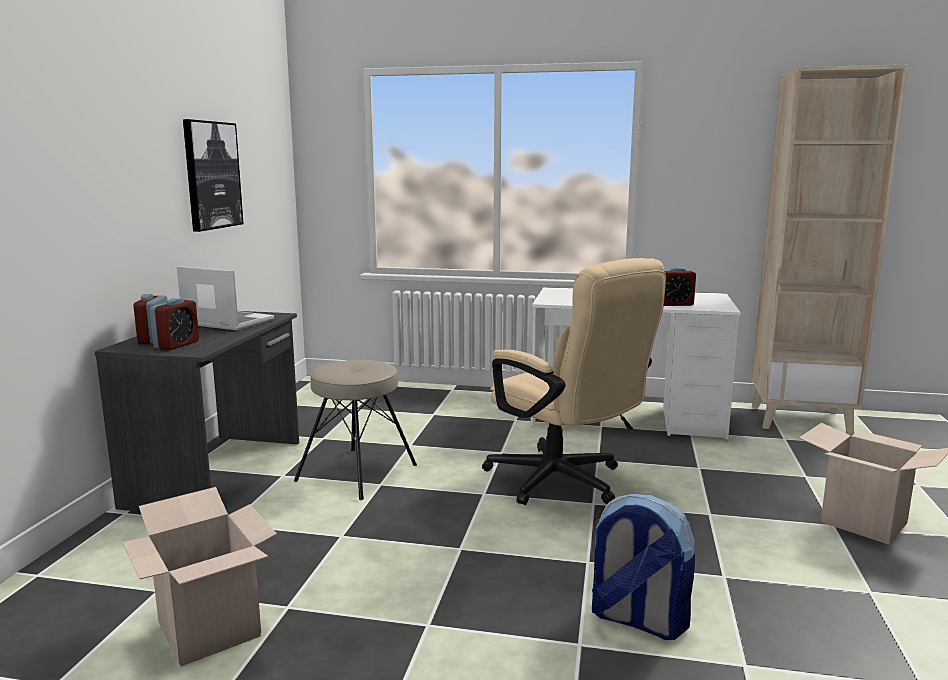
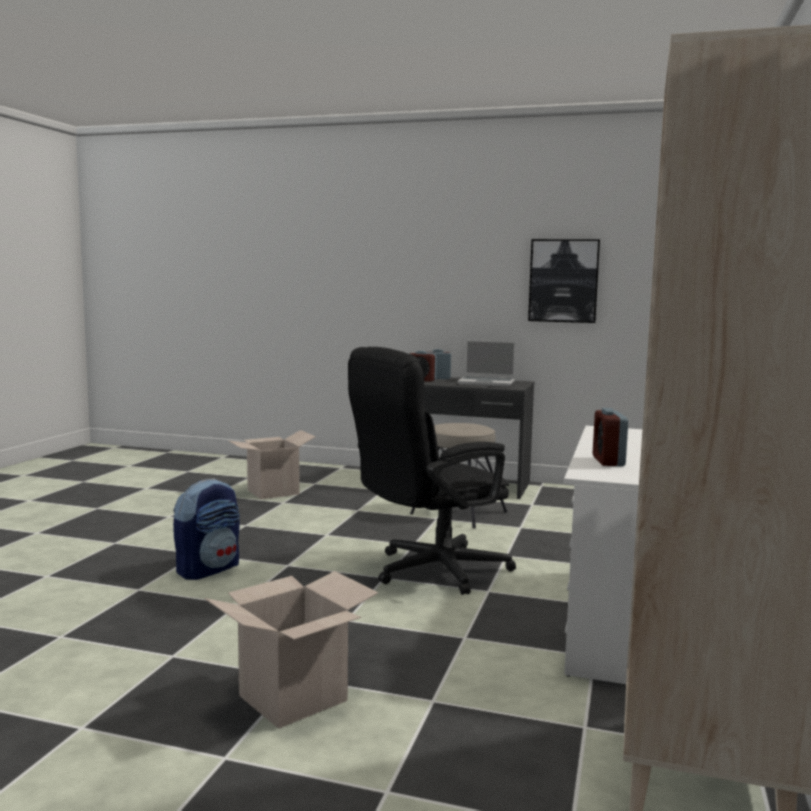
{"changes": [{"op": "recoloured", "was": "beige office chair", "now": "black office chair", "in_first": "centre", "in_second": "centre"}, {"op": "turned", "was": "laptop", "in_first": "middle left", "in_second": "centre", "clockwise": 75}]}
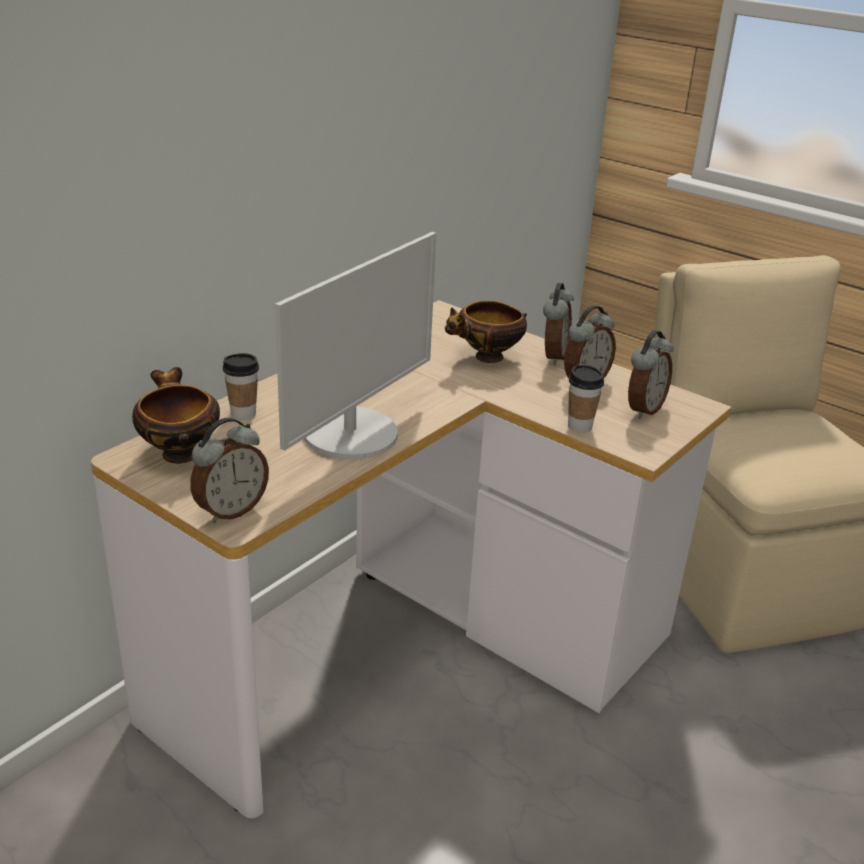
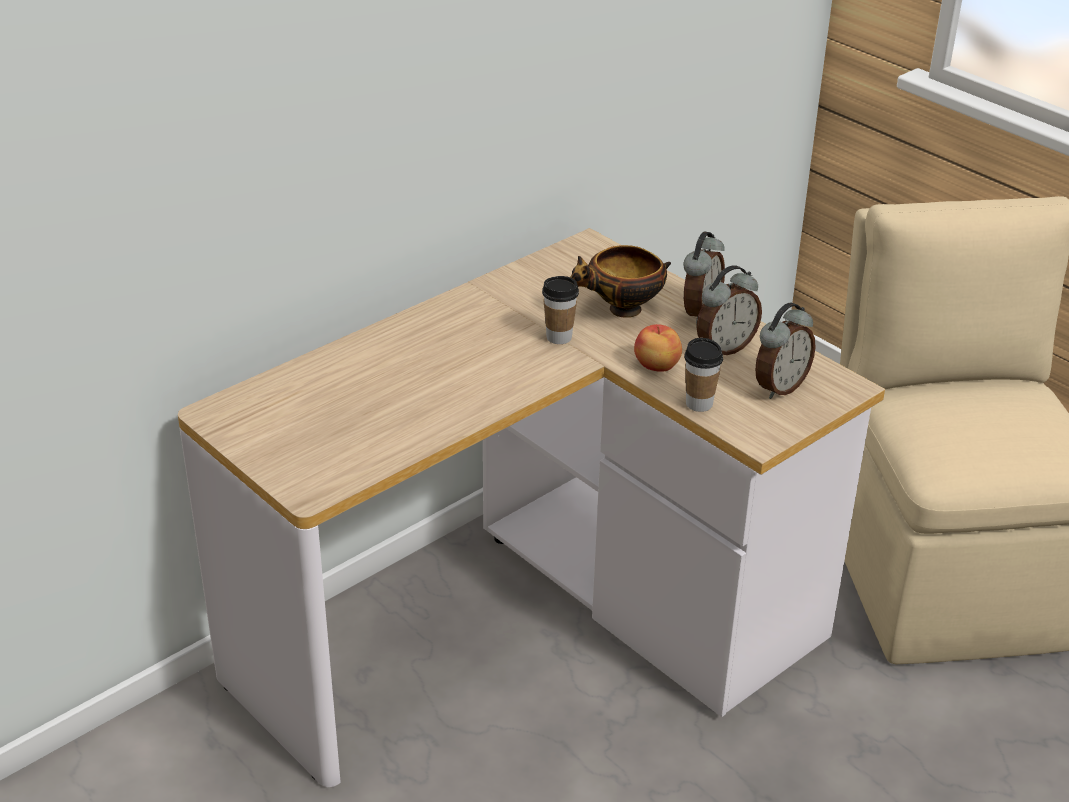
{"changes": [{"op": "moved", "was": "cup (1st from left)", "in_first": "middle left", "in_second": "centre"}, {"op": "added", "now": "apple", "in_second": "centre"}, {"op": "removed", "was": "bowl (1st from left)", "in_first": "middle left"}, {"op": "removed", "was": "alarm clock (1st from left)", "in_first": "middle left"}, {"op": "removed", "was": "monitor", "in_first": "centre"}]}
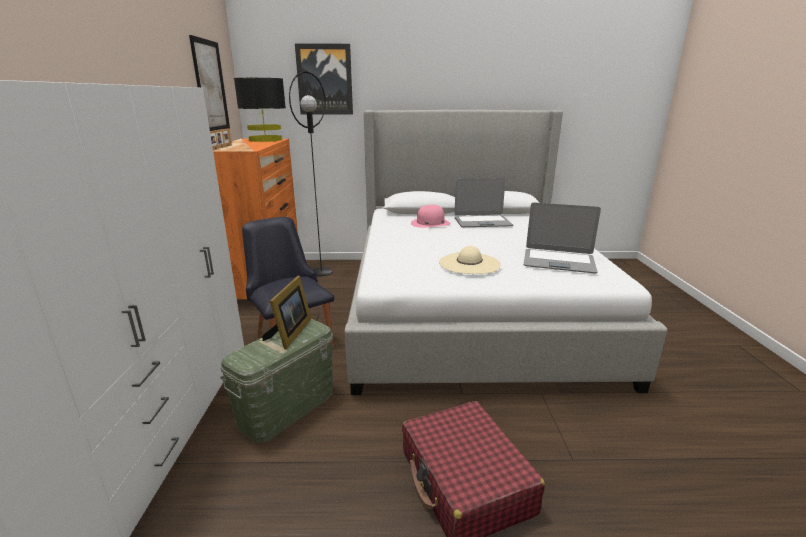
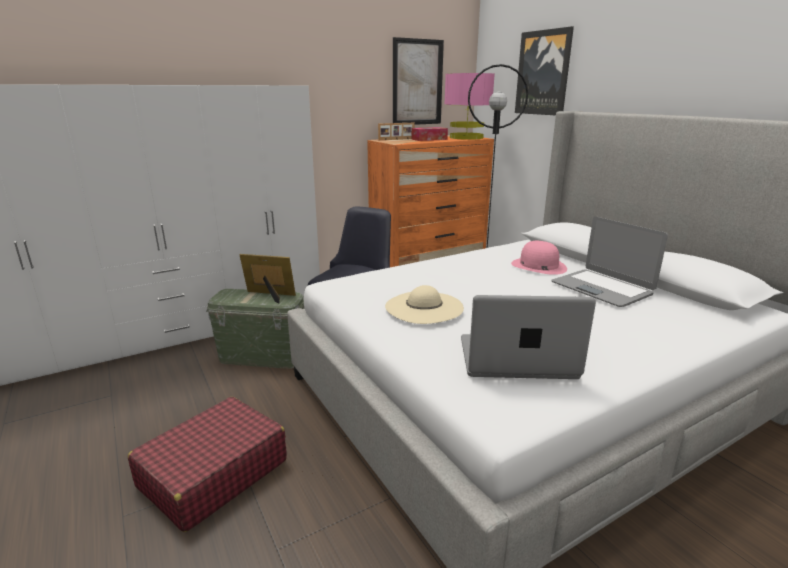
{"changes": [{"op": "turned", "was": "picture frame (2nd from left in the first image)", "in_first": "centre", "in_second": "centre", "clockwise": -150}, {"op": "added", "now": "tissue box", "in_second": "top centre"}, {"op": "recoloured", "was": "black table lamp", "now": "pink table lamp", "in_first": "top left", "in_second": "top centre"}, {"op": "turned", "was": "laptop (2nd from left in the first image)", "in_first": "middle right", "in_second": "middle right", "clockwise": 105}]}
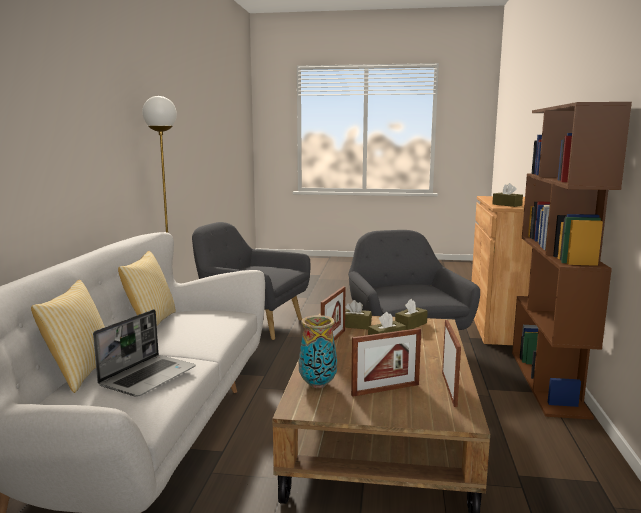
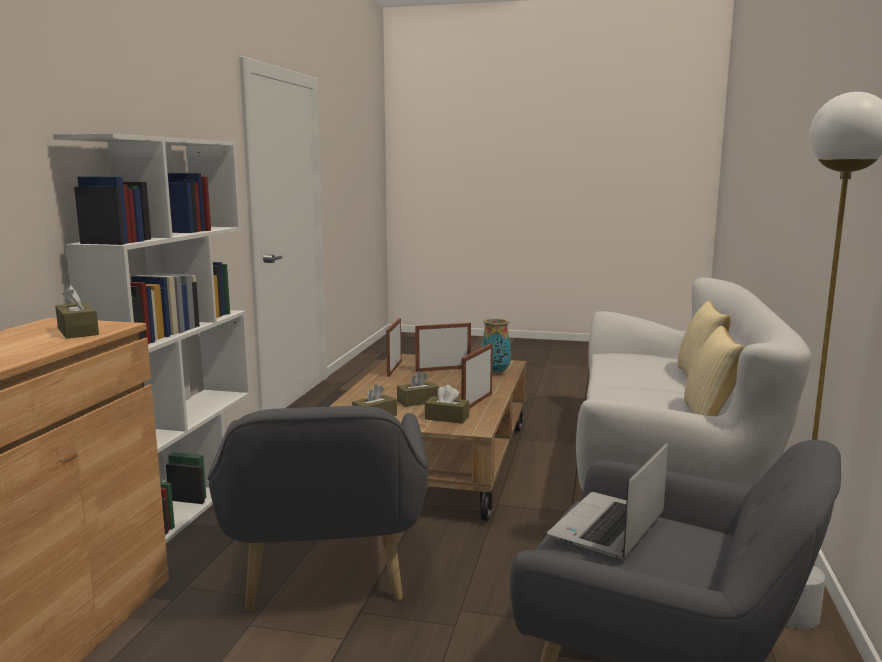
{"changes": [{"op": "recoloured", "was": "brown bookcase", "now": "white bookcase", "in_first": "middle right", "in_second": "middle left"}, {"op": "moved", "was": "laptop", "in_first": "bottom left", "in_second": "bottom right"}]}
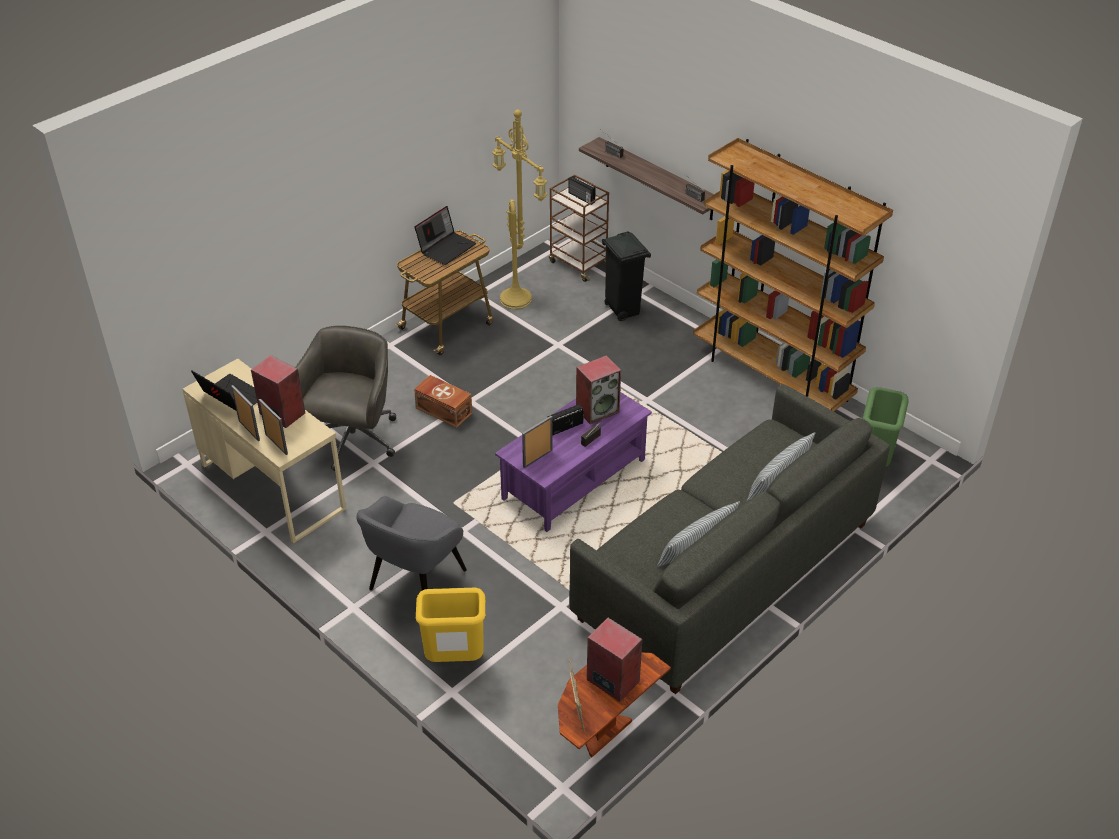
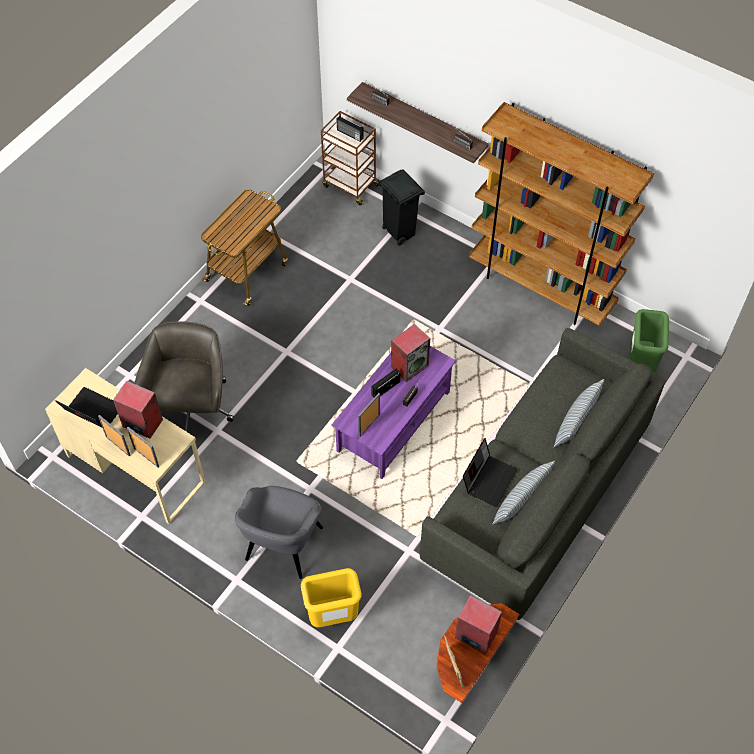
{"changes": [{"op": "moved", "was": "laptop (2nd from left)", "in_first": "top centre", "in_second": "centre"}, {"op": "removed", "was": "brown storage box", "in_first": "centre"}, {"op": "removed", "was": "yellow floor lamp", "in_first": "top centre"}]}
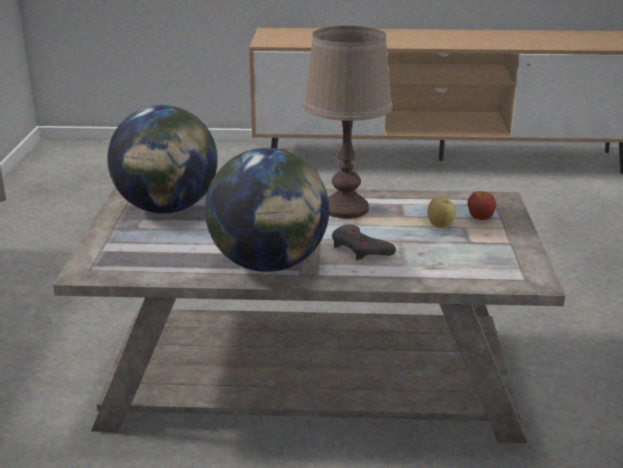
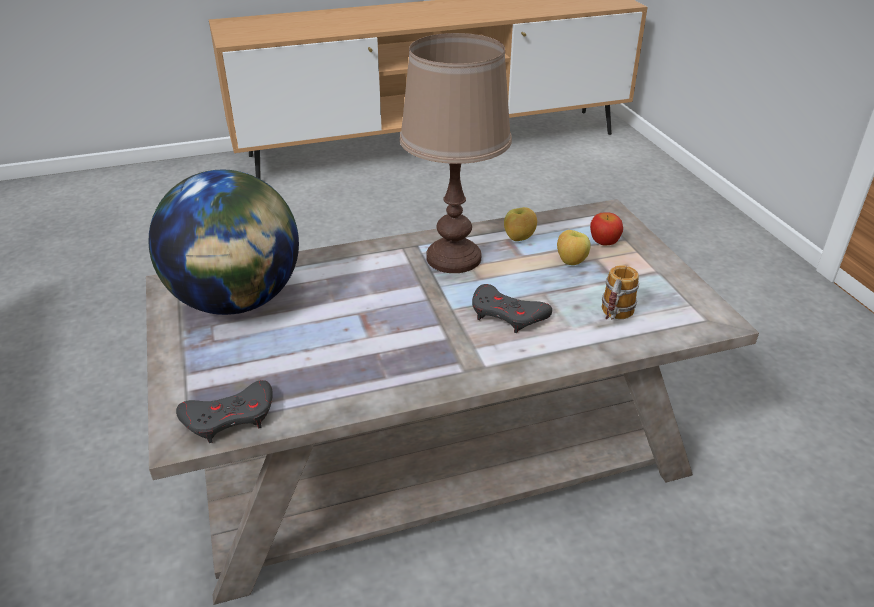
{"changes": [{"op": "added", "now": "grey game controller (1st from left)", "in_second": "bottom left"}, {"op": "added", "now": "apple (1st from left)", "in_second": "centre"}, {"op": "added", "now": "mug", "in_second": "middle right"}, {"op": "removed", "was": "globe (2nd from left)", "in_first": "centre"}]}
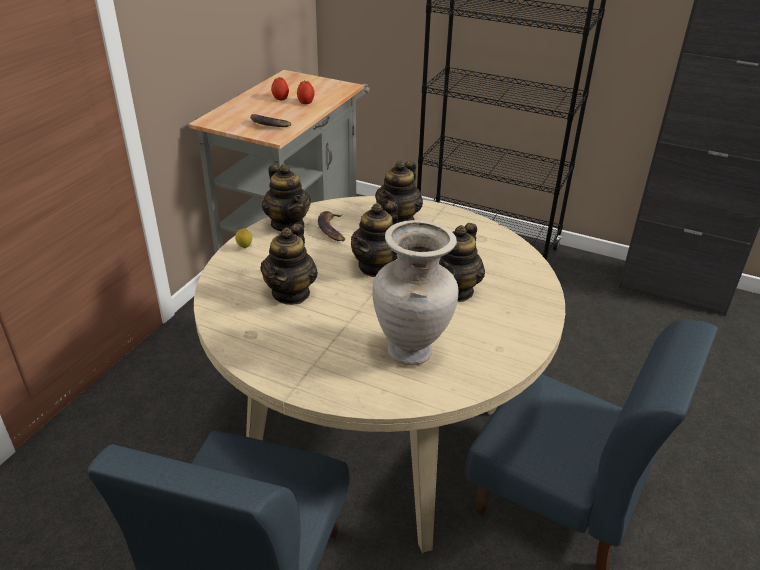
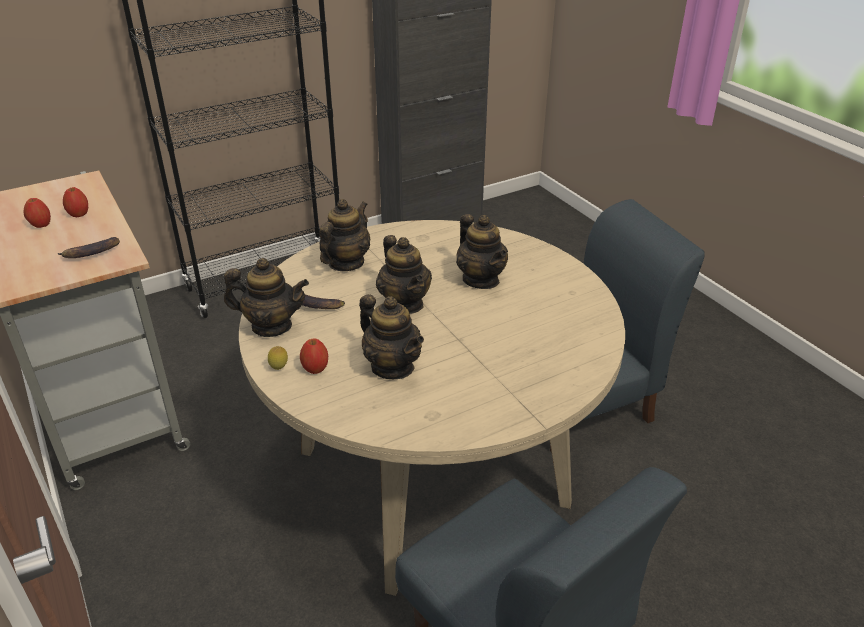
{"changes": [{"op": "added", "now": "apple (3rd from left)", "in_second": "centre"}, {"op": "turned", "was": "teapot (4th from left in the first image)", "in_first": "centre", "in_second": "centre", "clockwise": -120}, {"op": "removed", "was": "beige vase", "in_first": "centre"}]}
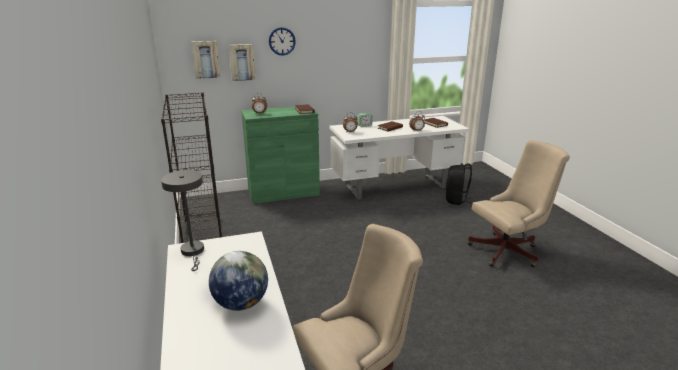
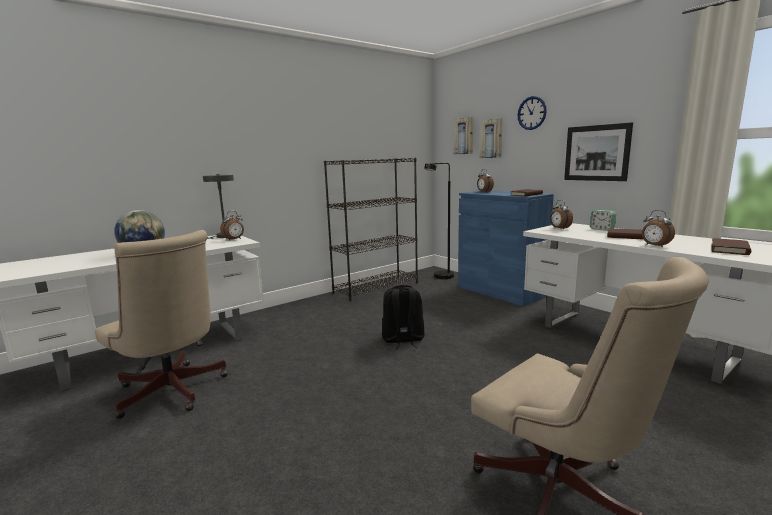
{"changes": [{"op": "added", "now": "alarm clock (1st from left)", "in_second": "middle left"}, {"op": "moved", "was": "black backpack", "in_first": "middle right", "in_second": "centre"}, {"op": "added", "now": "black floor lamp", "in_second": "centre"}, {"op": "recoloured", "was": "green cabinet", "now": "blue cabinet", "in_first": "centre", "in_second": "centre"}, {"op": "added", "now": "picture (3rd from left)", "in_second": "top right"}]}
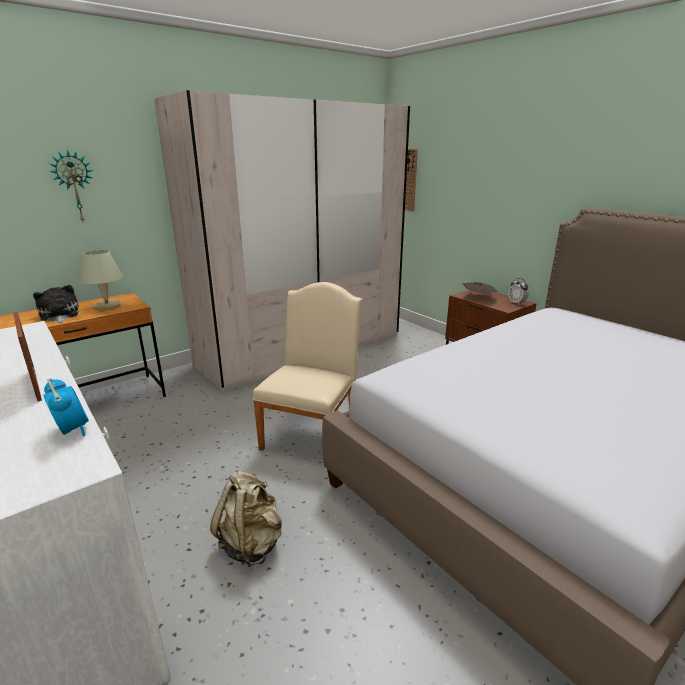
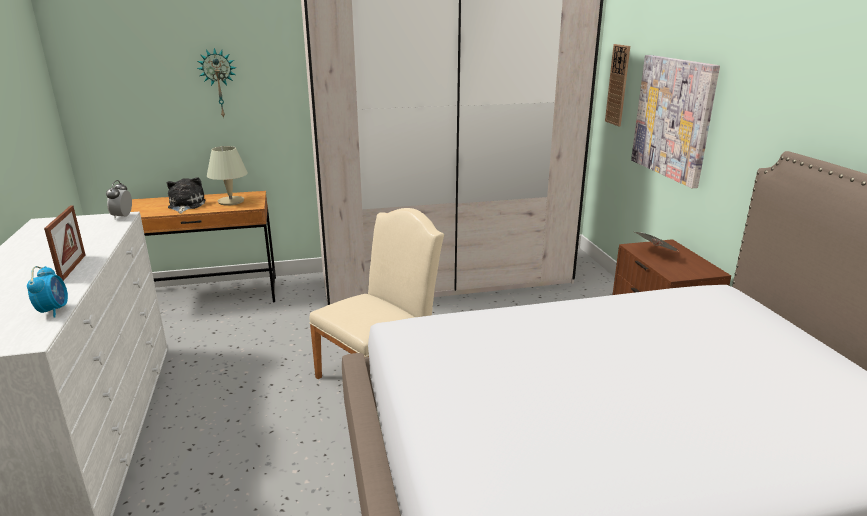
{"changes": [{"op": "moved", "was": "alarm clock (2nd from left)", "in_first": "middle right", "in_second": "middle left"}, {"op": "added", "now": "picture", "in_second": "top right"}, {"op": "removed", "was": "beige backpack", "in_first": "bottom centre"}]}
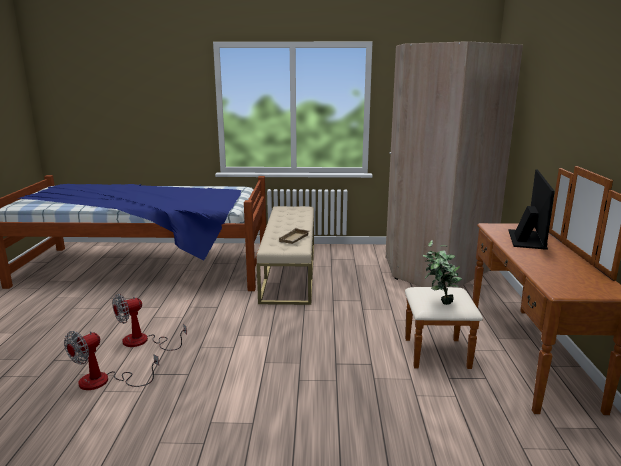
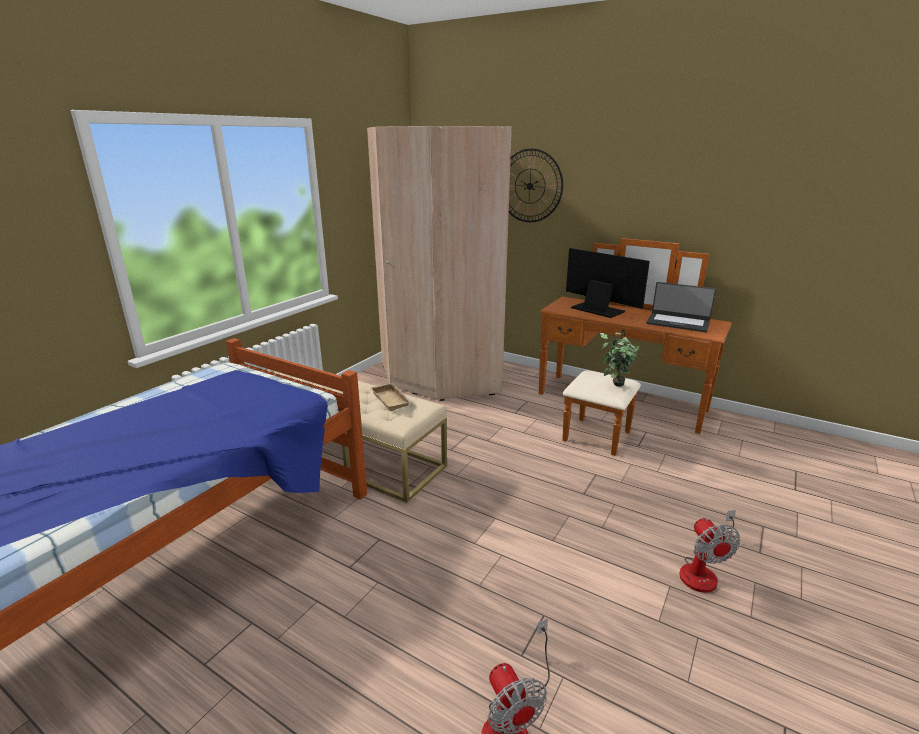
{"changes": [{"op": "added", "now": "wall clock", "in_second": "top centre"}, {"op": "added", "now": "laptop", "in_second": "middle right"}, {"op": "moved", "was": "fan (2nd from left)", "in_first": "bottom left", "in_second": "bottom right"}]}
